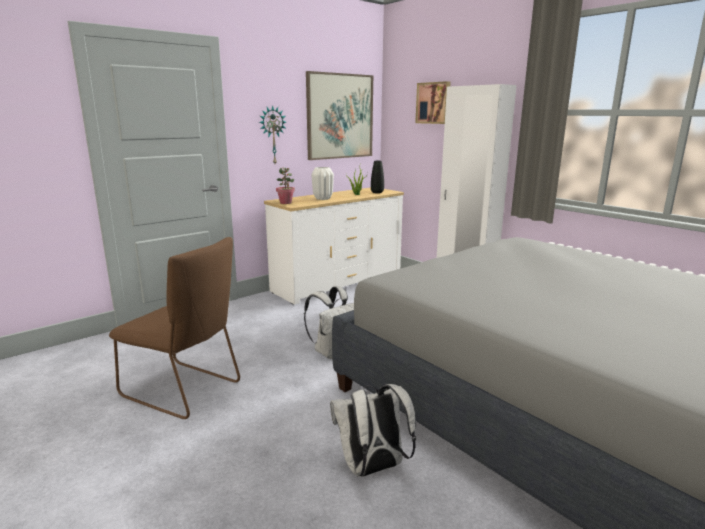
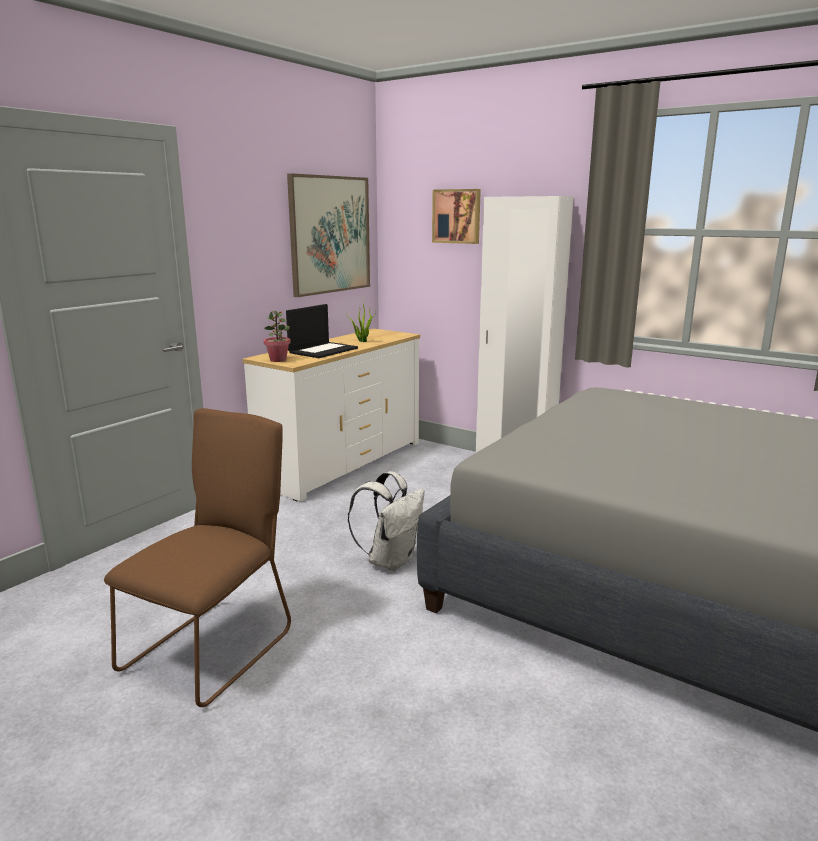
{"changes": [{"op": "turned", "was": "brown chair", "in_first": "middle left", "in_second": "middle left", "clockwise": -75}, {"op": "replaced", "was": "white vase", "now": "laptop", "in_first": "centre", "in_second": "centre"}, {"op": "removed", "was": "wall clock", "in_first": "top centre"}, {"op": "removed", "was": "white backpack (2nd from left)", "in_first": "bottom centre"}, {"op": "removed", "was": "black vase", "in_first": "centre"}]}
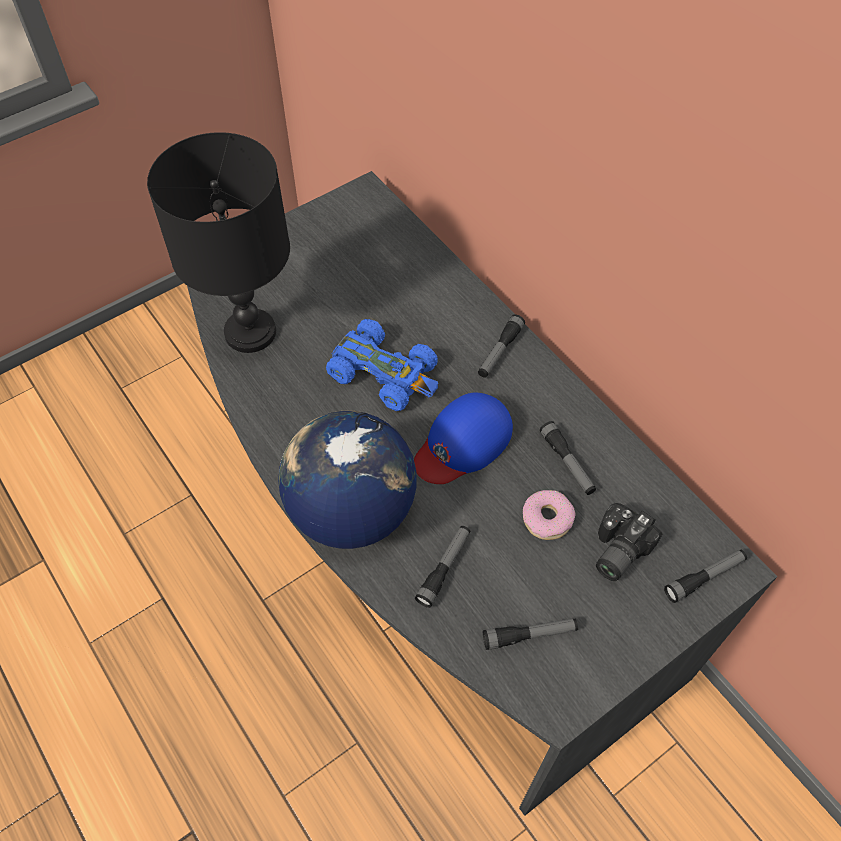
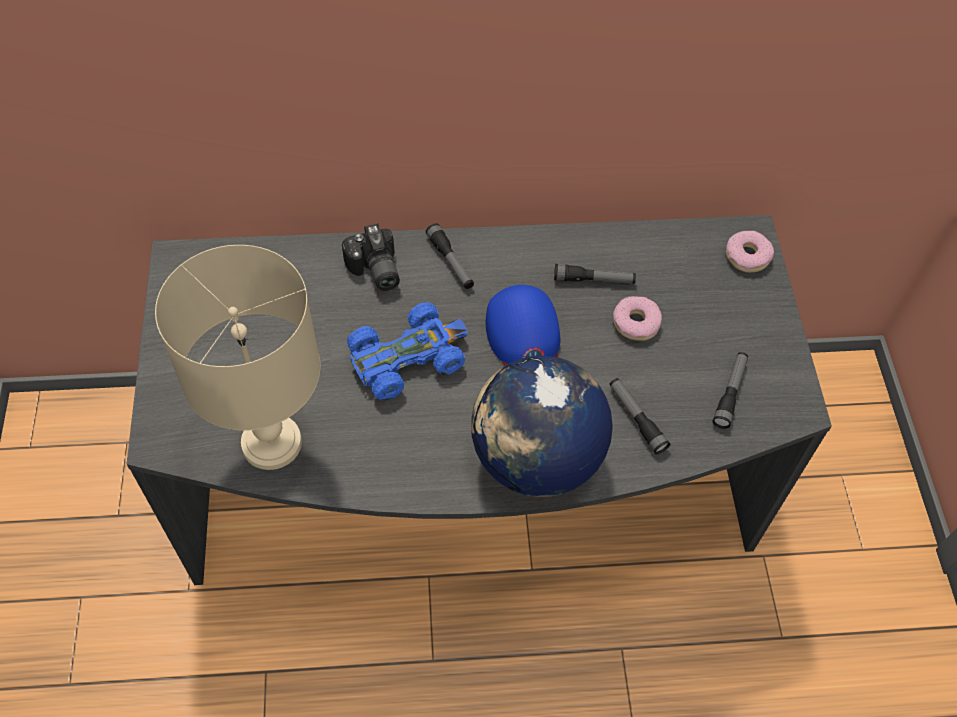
{"changes": [{"op": "recoloured", "was": "black table lamp", "now": "beige table lamp", "in_first": "top left", "in_second": "middle left"}, {"op": "moved", "was": "photo camera", "in_first": "middle right", "in_second": "centre"}, {"op": "replaced", "was": "flashlight (5th from left)", "now": "donut (2nd from left)", "in_first": "bottom right", "in_second": "middle right"}]}
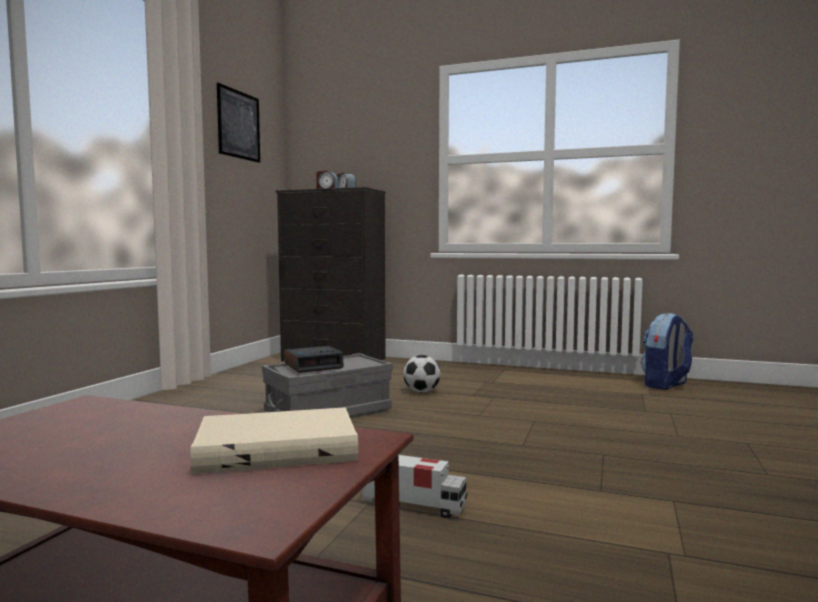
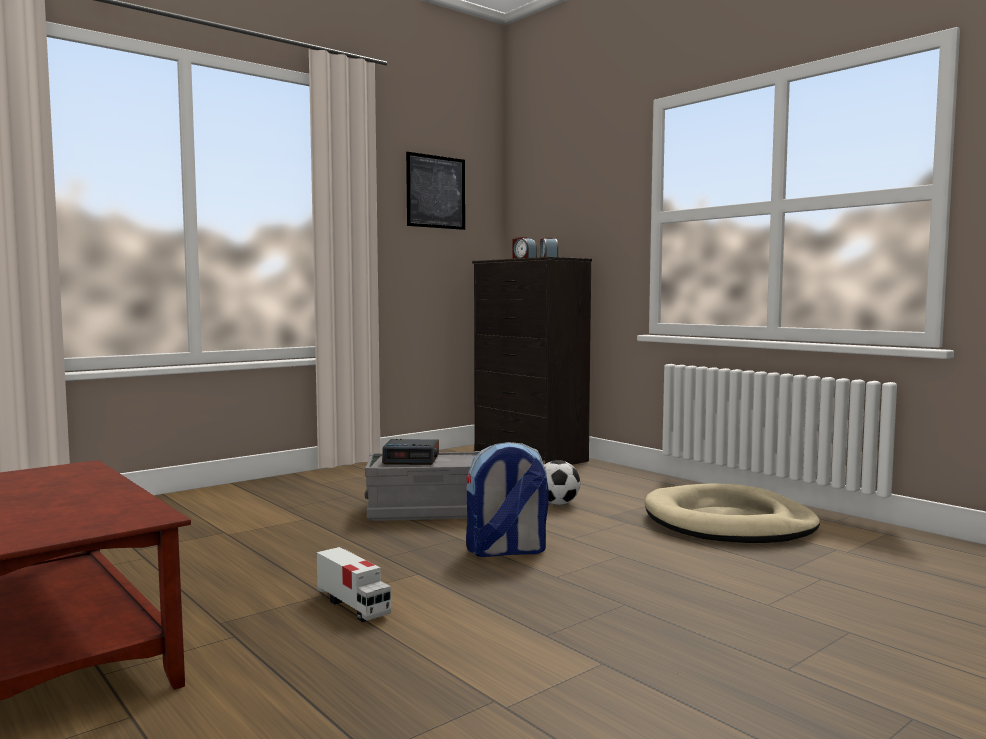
{"changes": [{"op": "moved", "was": "backpack", "in_first": "middle right", "in_second": "bottom centre"}, {"op": "added", "now": "beige dog bed", "in_second": "bottom right"}, {"op": "removed", "was": "beige book", "in_first": "bottom centre"}]}
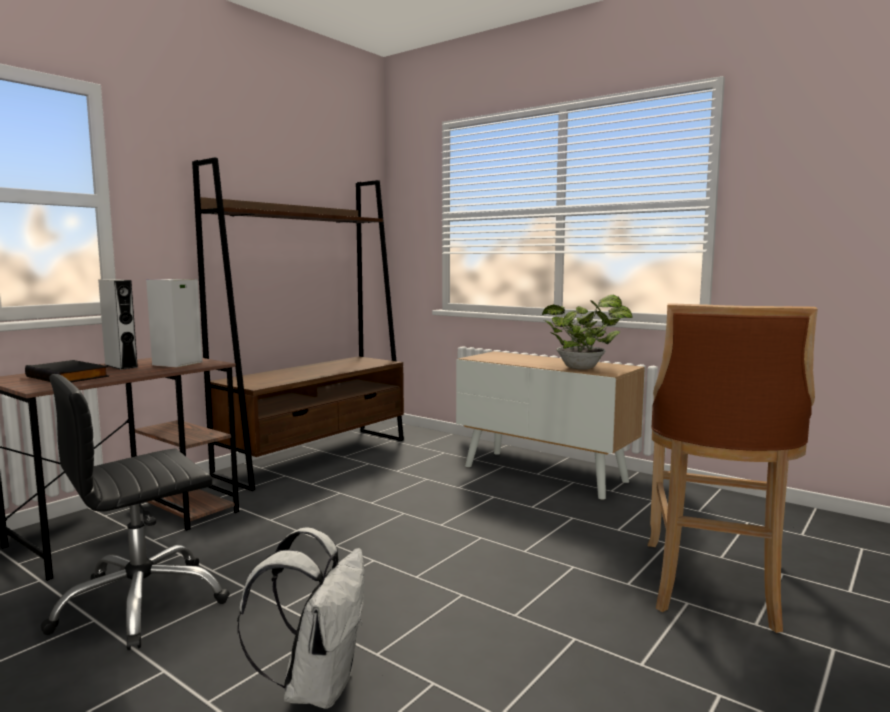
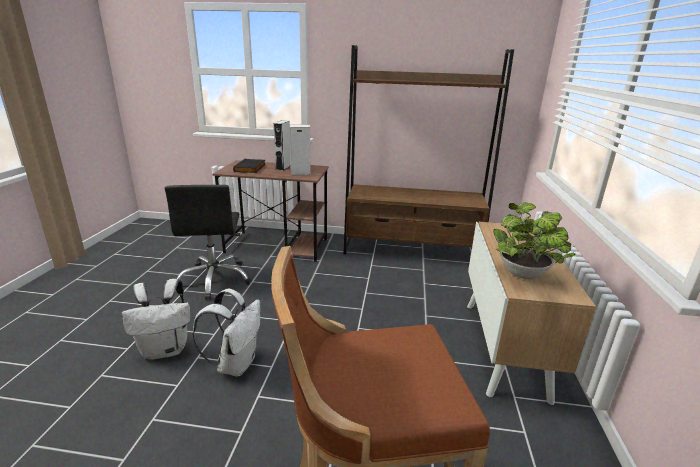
{"changes": [{"op": "turned", "was": "black office chair", "in_first": "bottom left", "in_second": "middle left", "clockwise": -120}, {"op": "added", "now": "white backpack (2nd from left)", "in_second": "bottom left"}]}
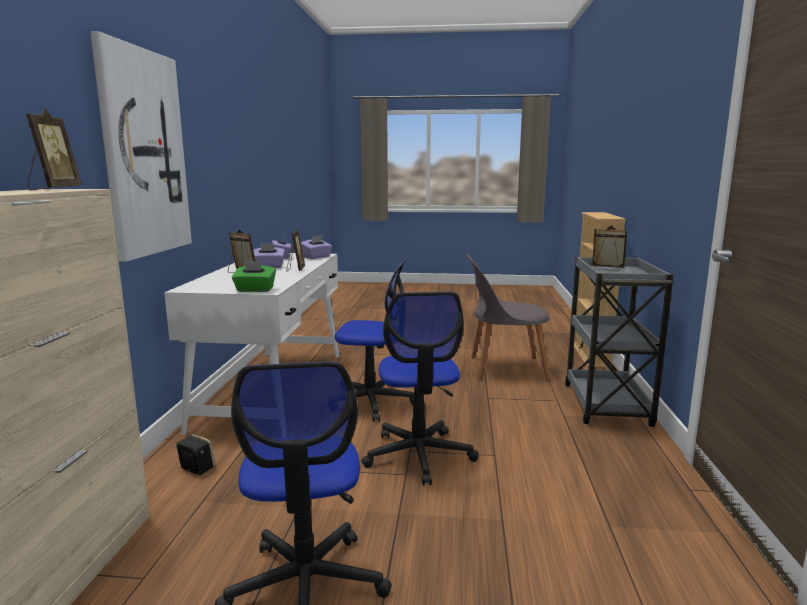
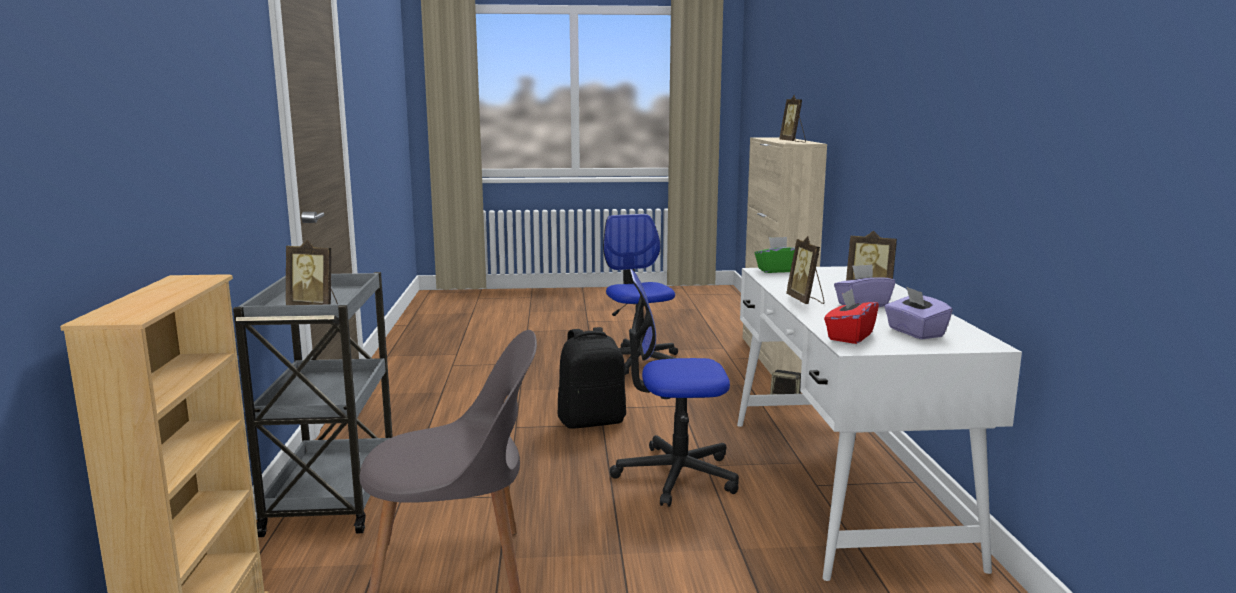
{"changes": [{"op": "replaced", "was": "office chair (3rd from left)", "now": "black backpack", "in_first": "centre", "in_second": "centre"}, {"op": "recoloured", "was": "purple tissue box (3rd from left)", "now": "red tissue box", "in_first": "centre", "in_second": "middle right"}, {"op": "removed", "was": "picture", "in_first": "top left"}]}
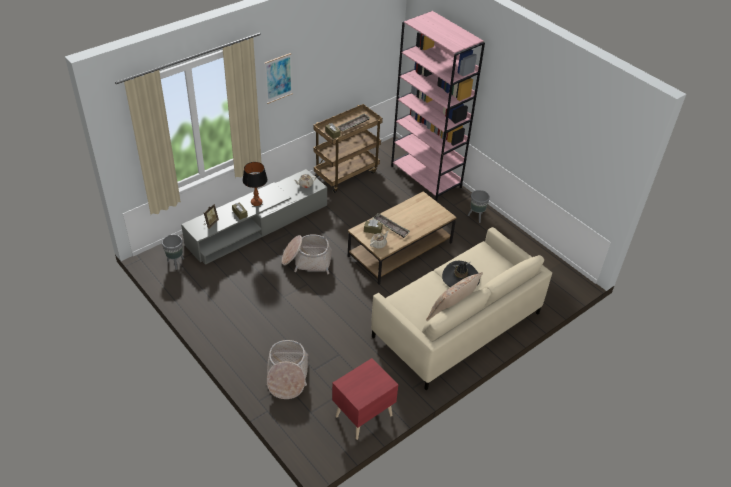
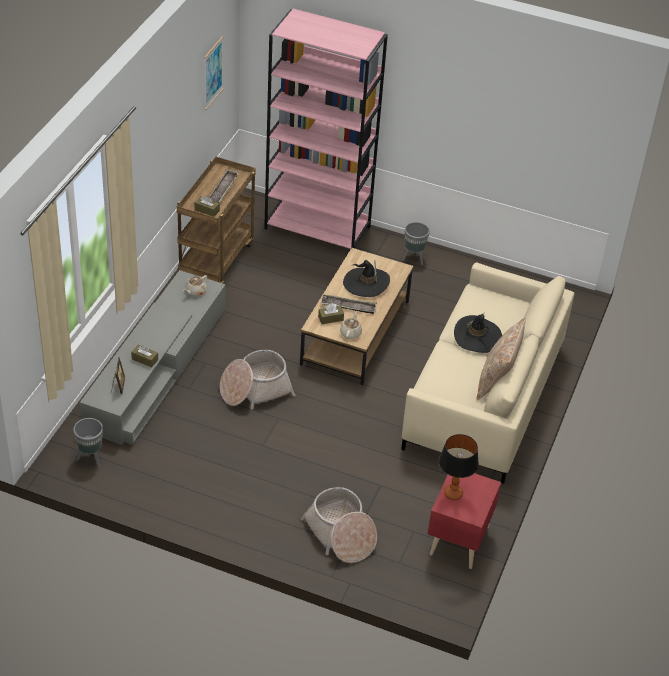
{"changes": [{"op": "moved", "was": "picture", "in_first": "top centre", "in_second": "top left"}, {"op": "added", "now": "black hat (1st from left)", "in_second": "centre"}, {"op": "moved", "was": "table lamp", "in_first": "centre", "in_second": "bottom right"}]}
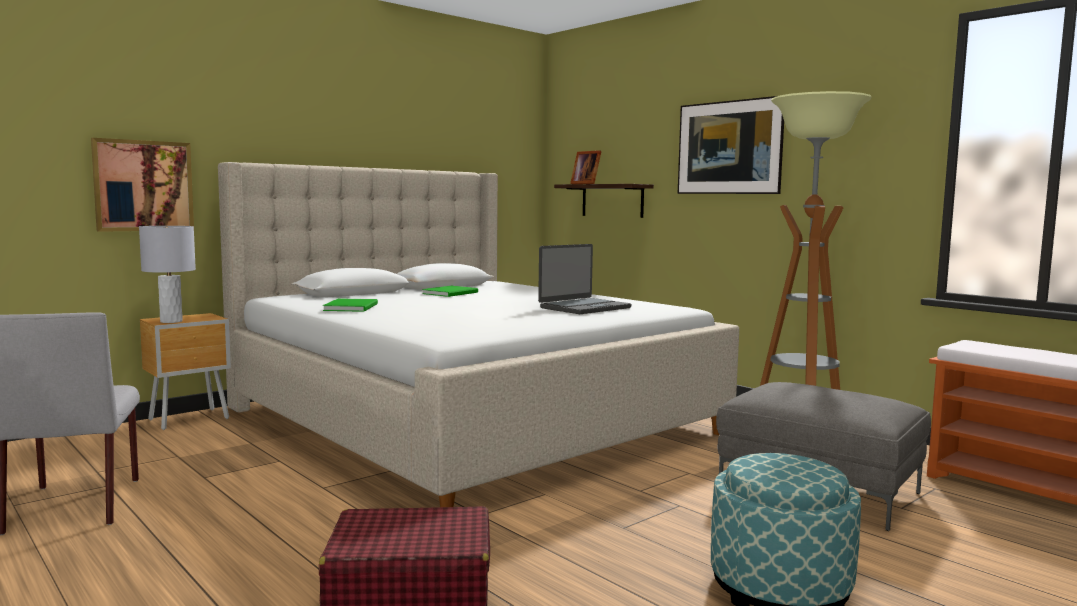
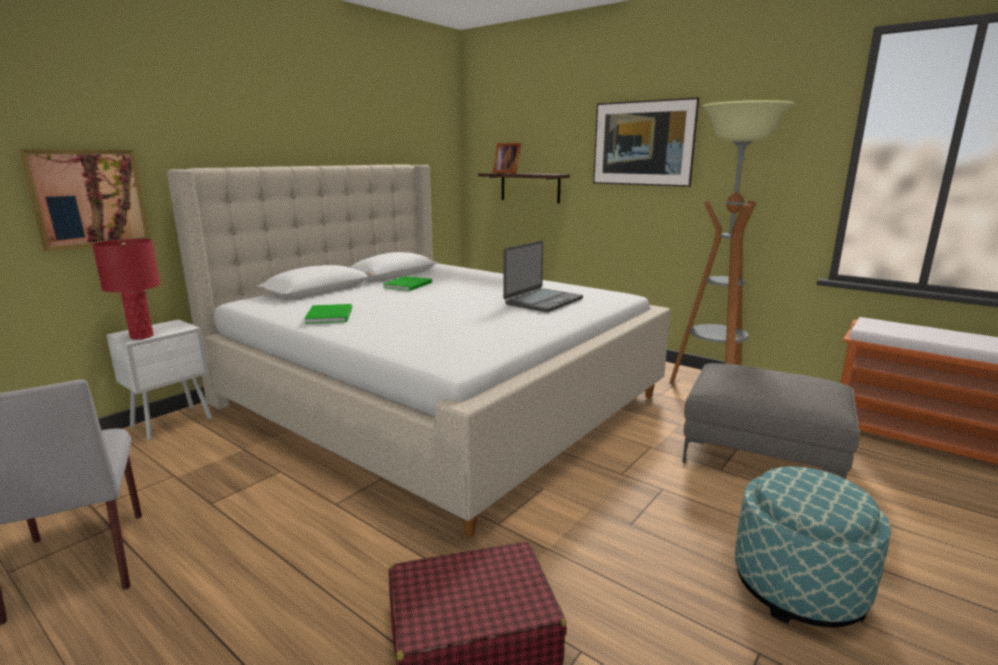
{"changes": [{"op": "recoloured", "was": "grey table lamp", "now": "red table lamp", "in_first": "middle left", "in_second": "middle left"}, {"op": "recoloured", "was": "brown nightstand", "now": "white nightstand", "in_first": "middle left", "in_second": "middle left"}]}
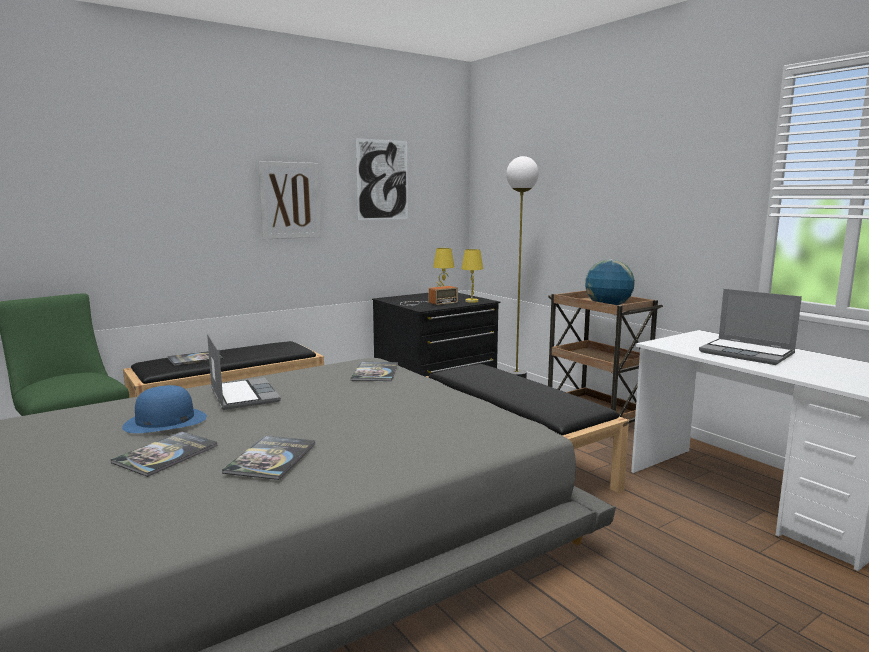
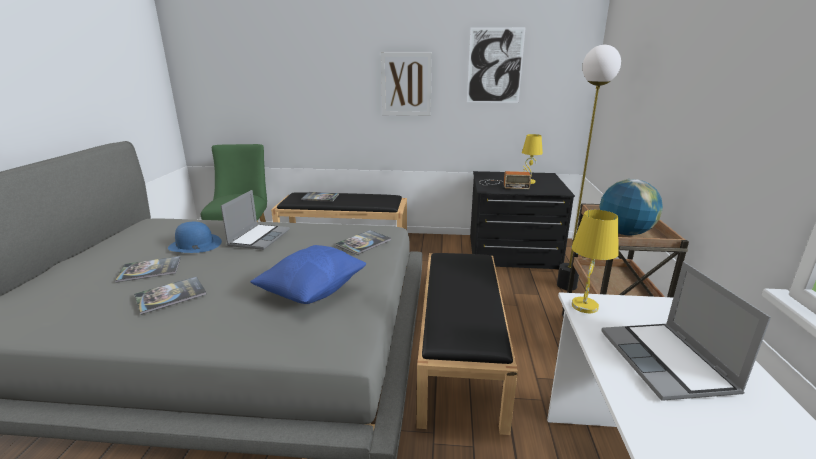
{"changes": [{"op": "added", "now": "blue pillow", "in_second": "centre"}, {"op": "moved", "was": "yellow table lamp (2nd from left)", "in_first": "centre", "in_second": "middle right"}]}
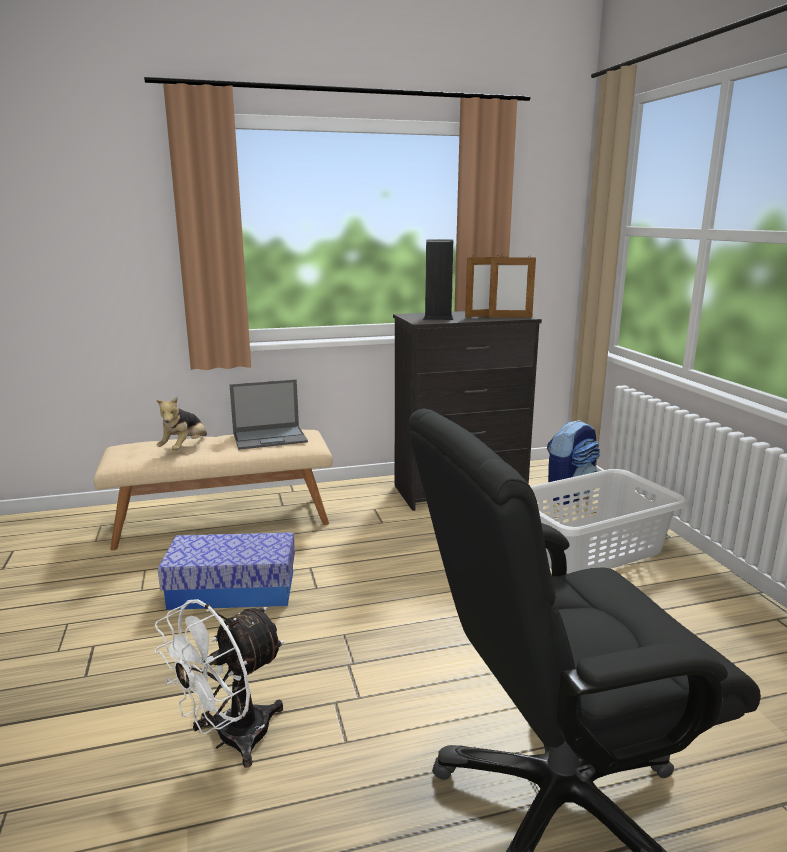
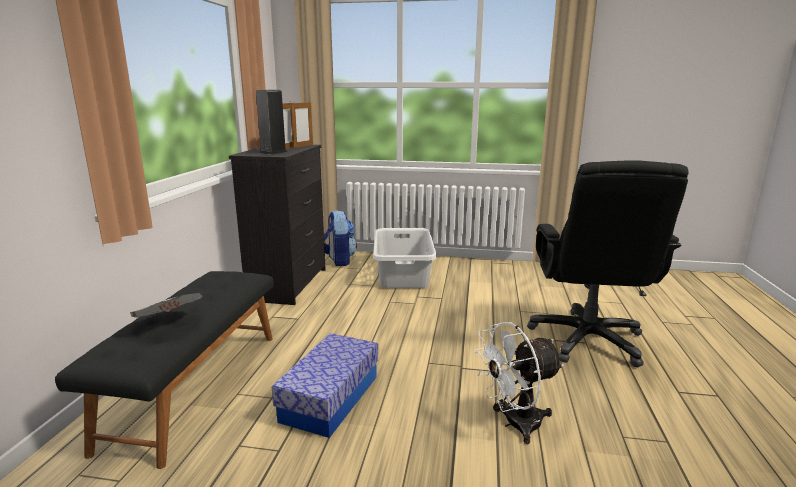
{"changes": [{"op": "recoloured", "was": "beige bench", "now": "black bench", "in_first": "middle left", "in_second": "bottom left"}, {"op": "replaced", "was": "plush toy", "now": "newspaper", "in_first": "middle left", "in_second": "middle left"}, {"op": "turned", "was": "white fan", "in_first": "bottom left", "in_second": "bottom centre", "clockwise": 90}, {"op": "removed", "was": "laptop", "in_first": "centre"}]}
